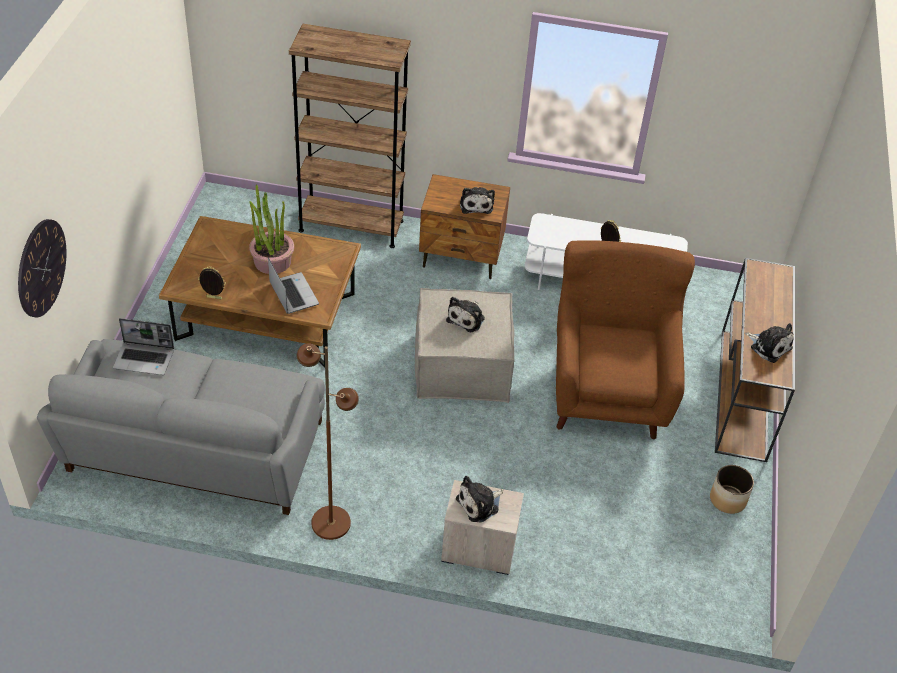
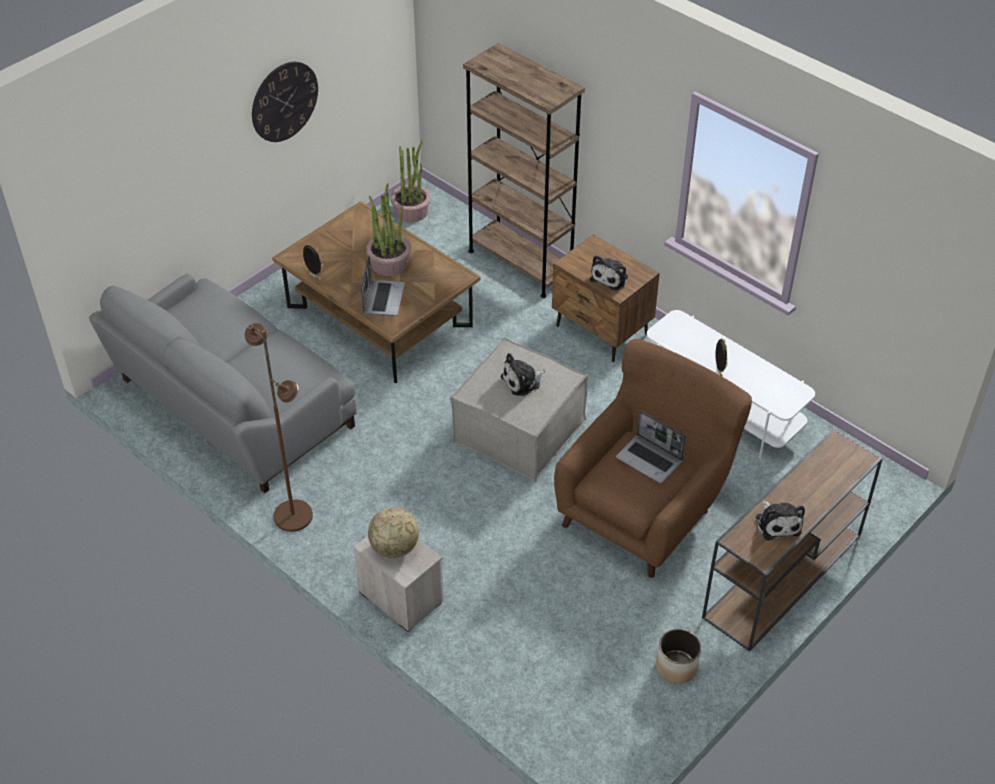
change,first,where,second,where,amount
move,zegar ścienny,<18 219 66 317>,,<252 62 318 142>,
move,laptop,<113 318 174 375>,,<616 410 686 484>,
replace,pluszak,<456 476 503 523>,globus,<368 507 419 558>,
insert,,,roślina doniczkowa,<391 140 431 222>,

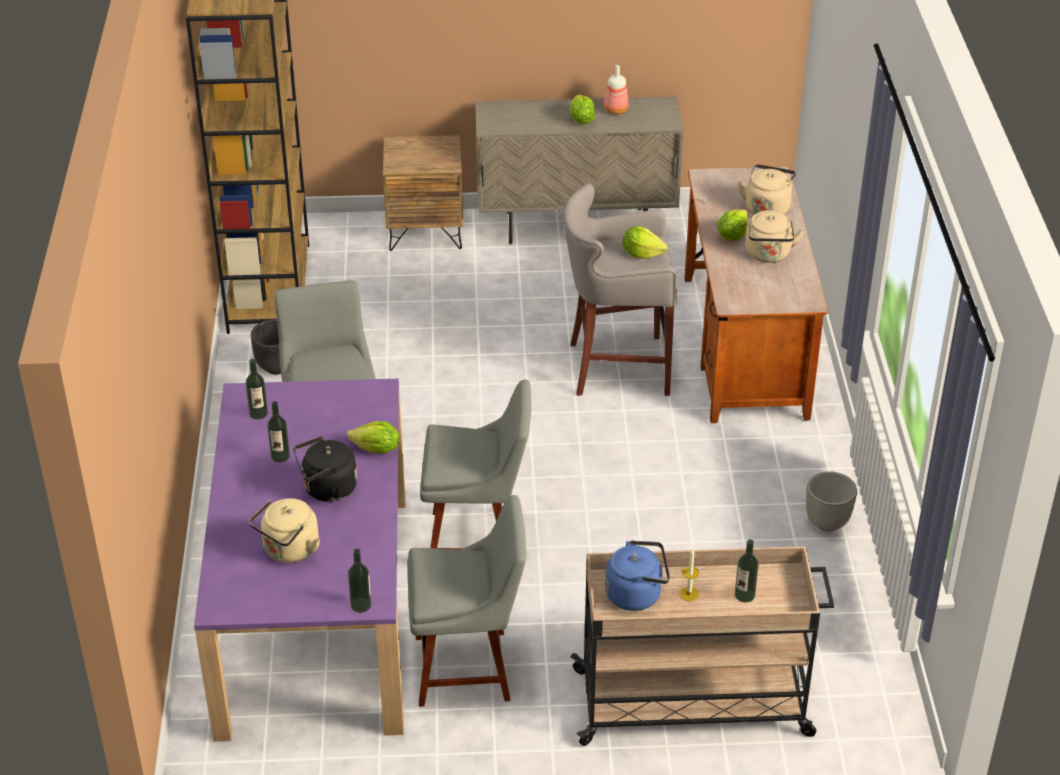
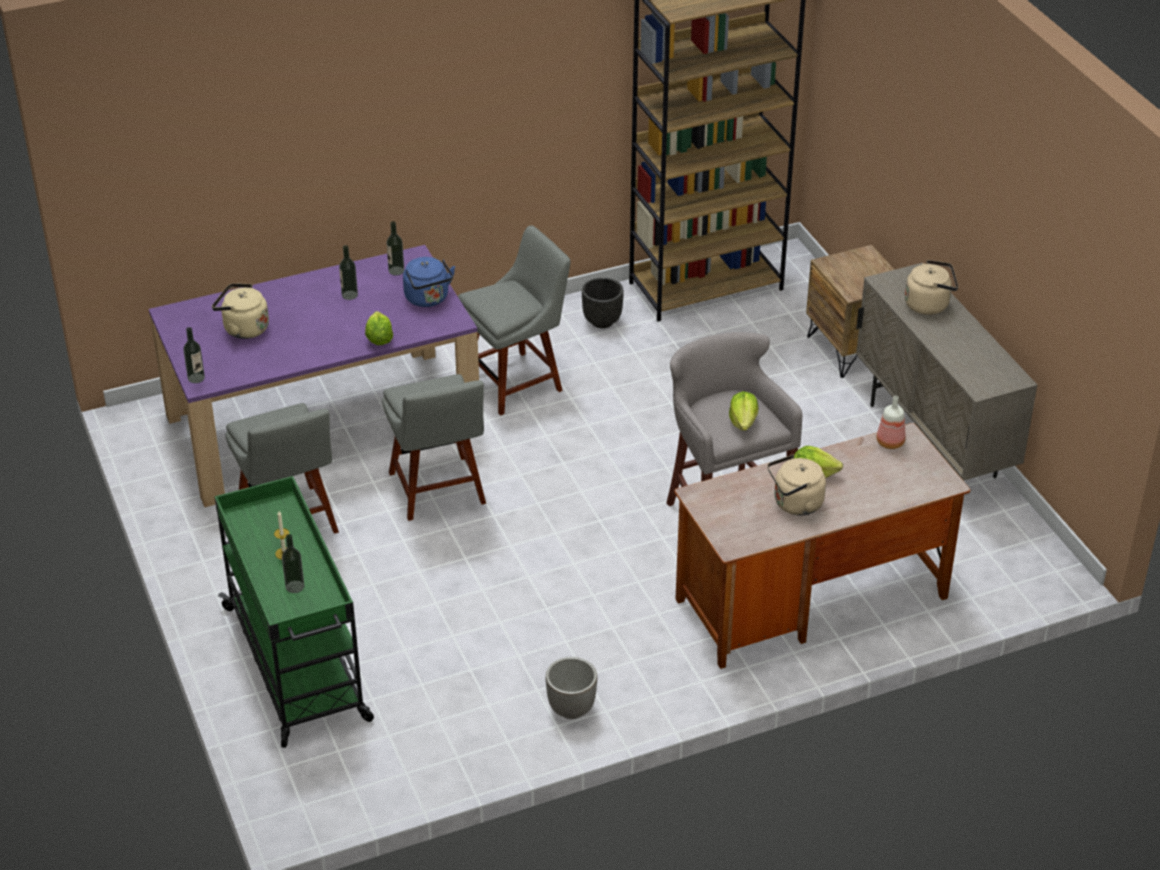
change,first,where,second,where,amount
move,butelka,<604 65 629 114>,,<877 396 906 449>,
delete,sałata,<570 94 595 124>,,,
move,czajnik/beżowy,<737 164 796 215>,,<905 260 958 315>,
delete,czajnik/czarny,<293 436 357 502>,,,
move,czajnik/niebieski,<605 540 670 611>,,<403 257 455 307>,
recolor,wózek/beżowy,<570 547 834 746>,wózek/zielony,<215 476 374 748>,

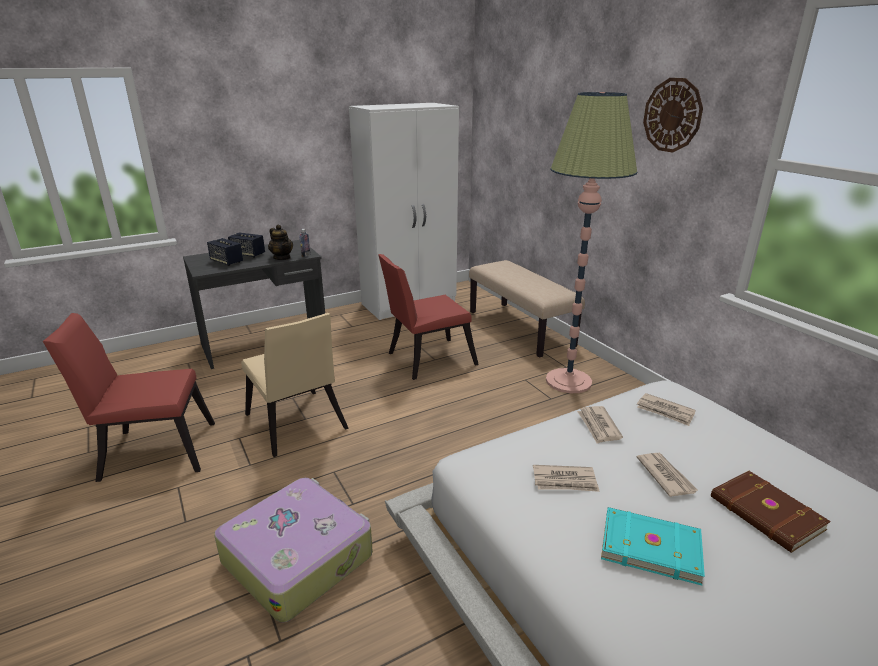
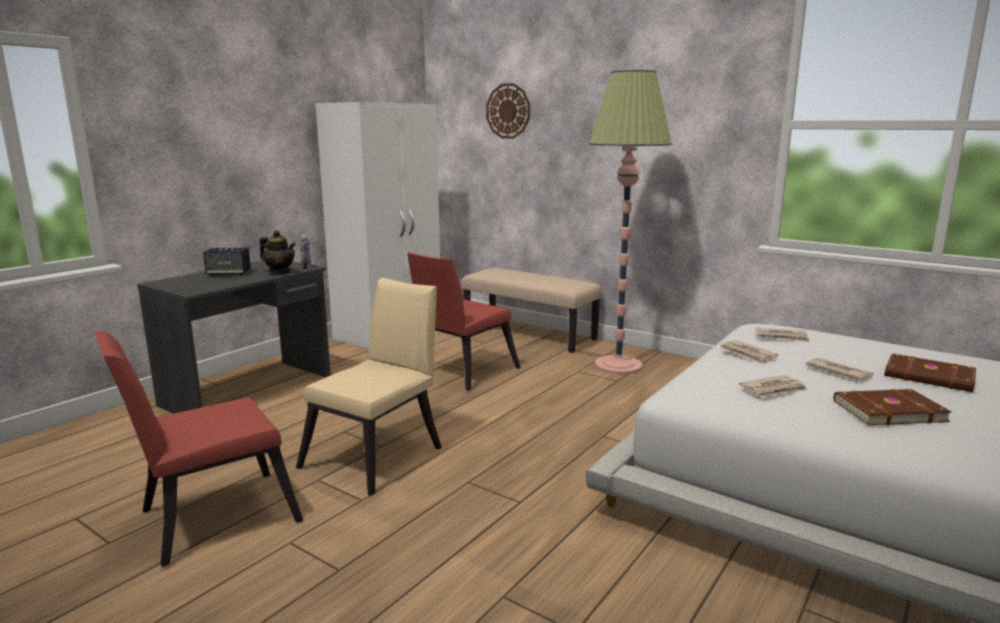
change,first,where,second,where,amount
move,zegar ścienny,<643 78 703 153>,,<486 83 530 139>,
delete,głośnik,<207 238 243 266>,,,
rotate,krzesło/beżowy,<241 313 349 457>,,<296 278 442 496>,90 degrees counterclockwise
delete,walizka,<214 478 373 623>,,,
recolor,książka/turkusowy,<601 507 705 586>,książka/brązowy,<834 389 952 425>,

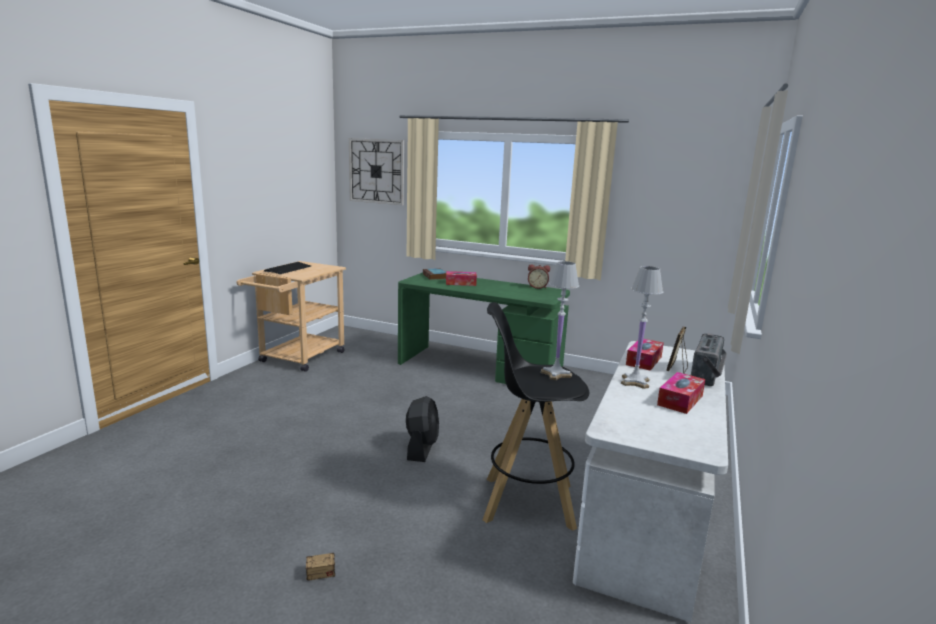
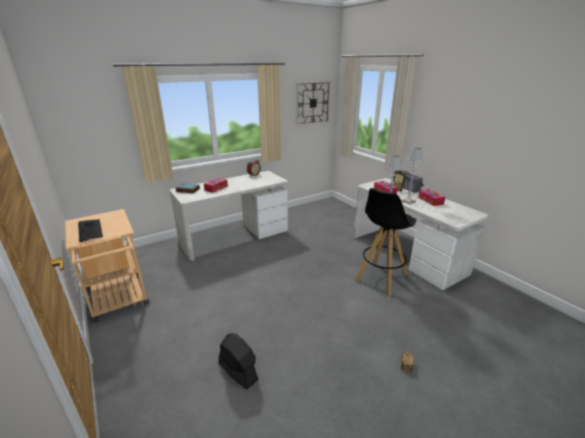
change,first,where,second,where,amount
move,zegar ścienny,<349 138 404 205>,,<296 81 331 126>,
recolor,biurko/zielony,<398 272 570 384>,biurko/biały,<170 171 288 261>,
move,wentylator/czarny,<406 396 439 462>,,<219 333 259 390>,

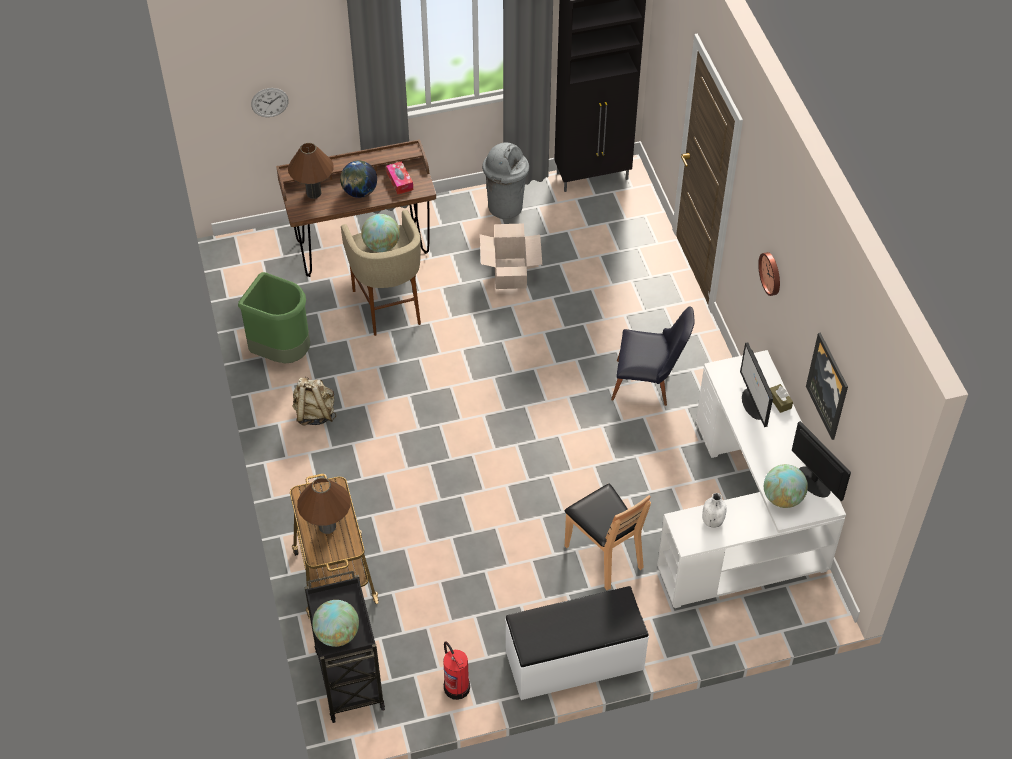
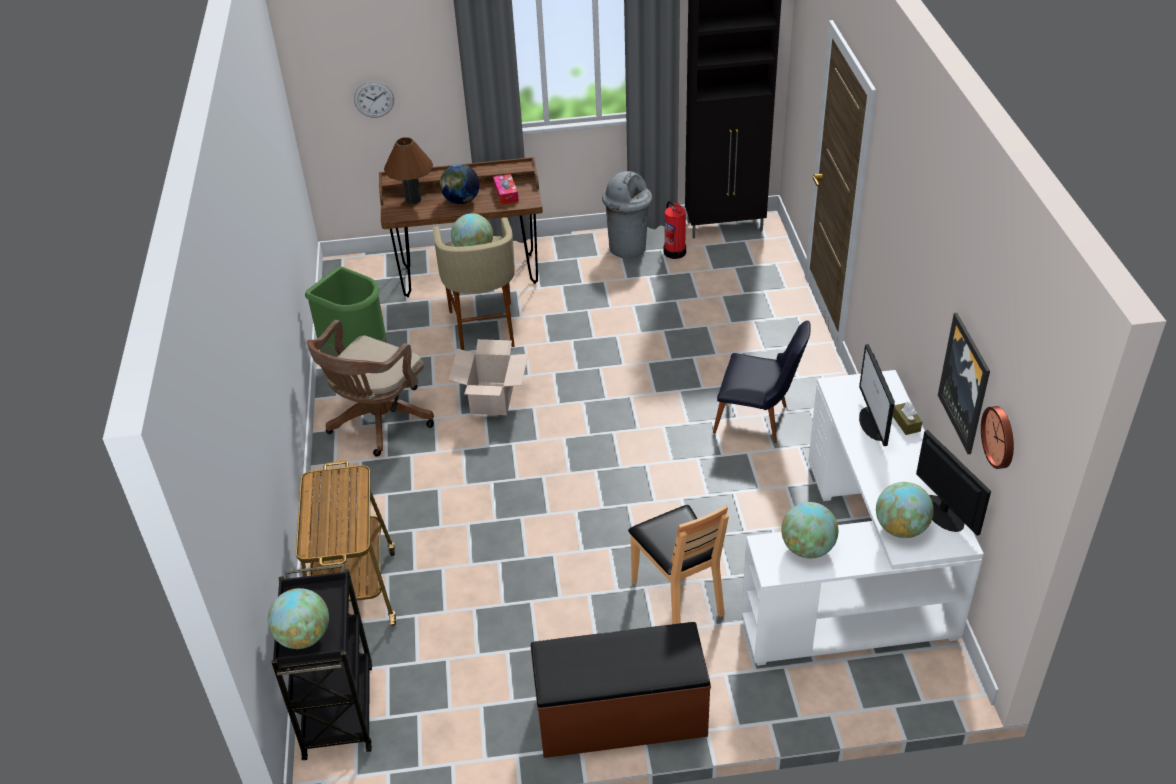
change,first,where,second,where,amount
move,karton,<480 223 542 289>,,<449 339 528 415>,
move,zegar ścienny,<758 252 780 296>,,<981 406 1014 469>,
replace,plecak/beżowy,<293 377 336 426>,krzesło biurowe/brązowy,<307 320 434 457>,
delete,lampa stołowa/brązowy,<297 478 351 534>,,,
replace,butelka/biały,<702 493 727 528>,globus,<781 502 838 559>,
recolor,ławka/biały,<505 586 649 700>,ławka/brązowy,<531 622 711 758>,
move,gaśnica,<443 641 470 700>,,<664 201 686 259>,

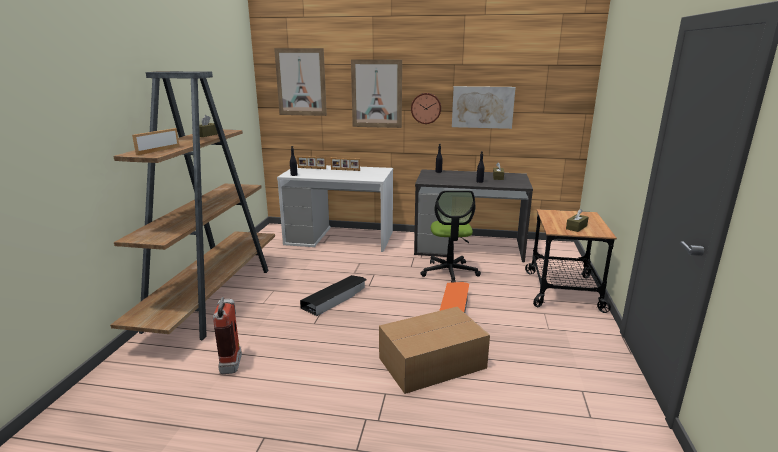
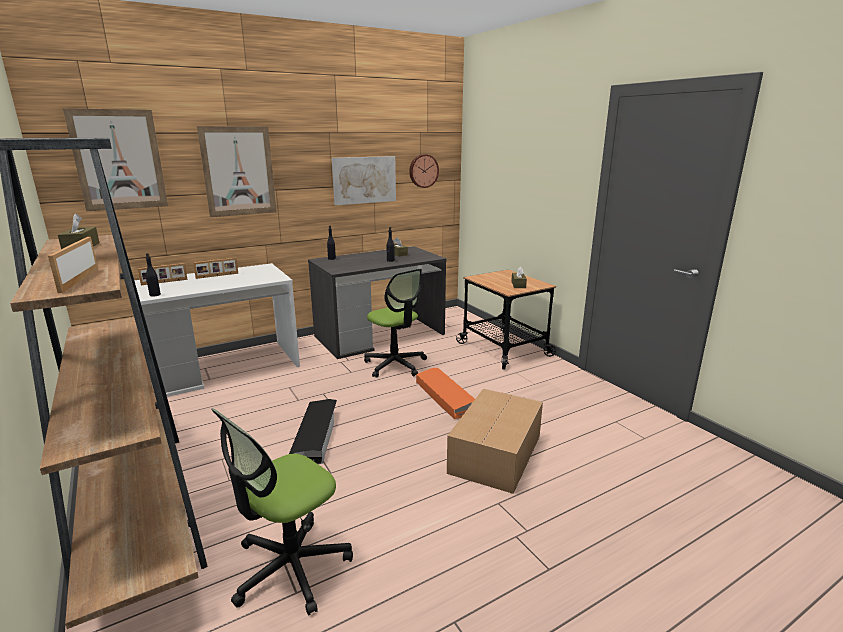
change,first,where,second,where,amount
move,zegar ścienny,<411 93 441 124>,,<409 154 439 188>,
replace,gaśnica,<213 297 242 374>,krzesło biurowe,<211 408 353 615>,

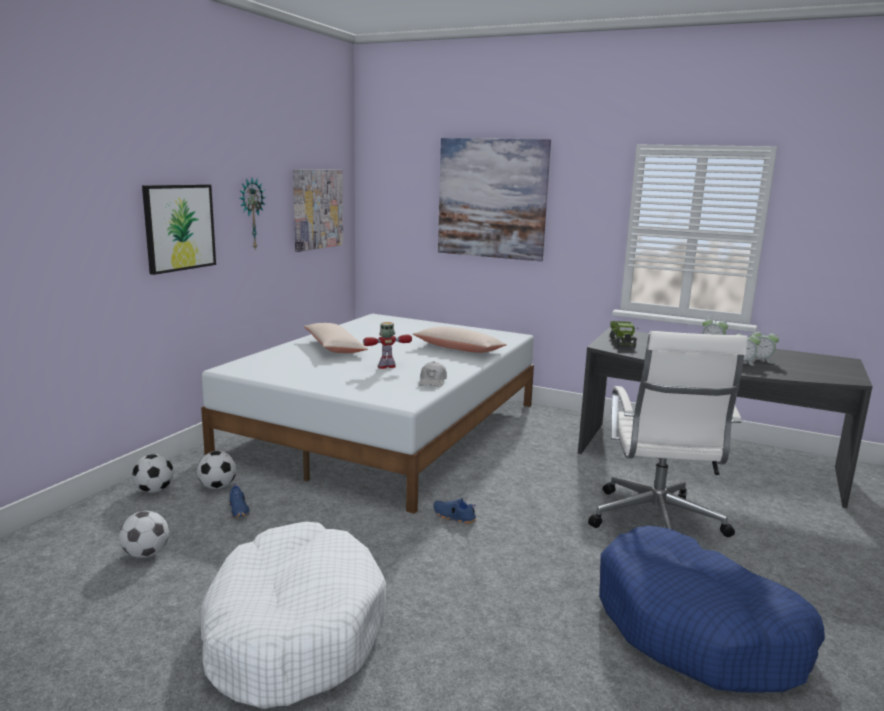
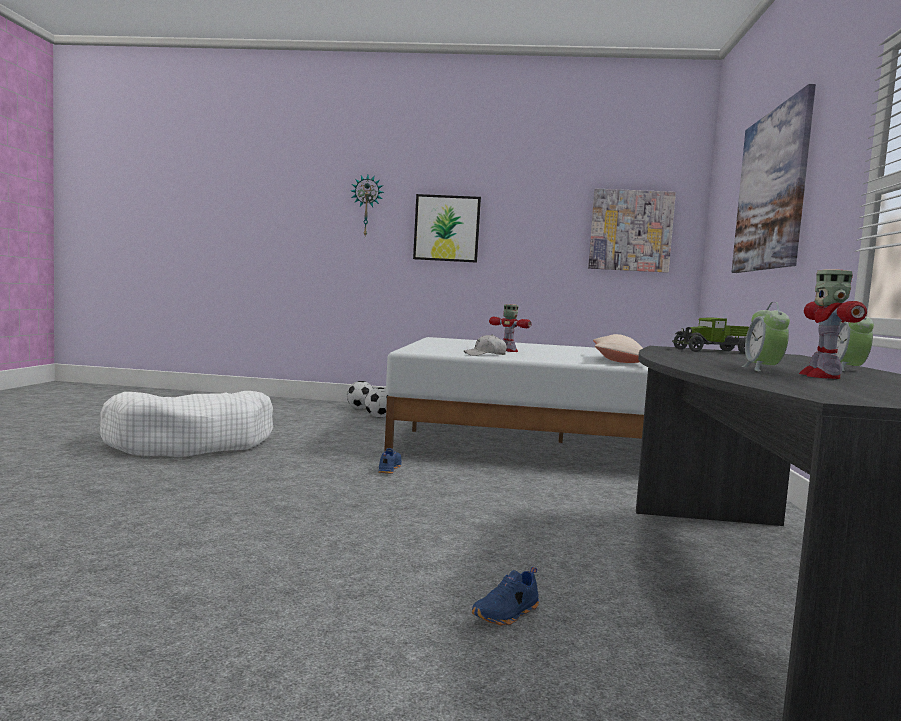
change,first,where,second,where,amount
move,zegar ścienny,<239 178 266 249>,,<351 175 384 236>,
delete,poduszka/beżowy,<304 323 368 353>,,,
replace,budzik,<750 328 779 363>,robot zabawkowy,<799 269 867 379>,
delete,krzesło biurowe/biały,<588 331 748 537>,,,
move,but/niebieski,<229 483 250 518>,,<472 567 539 625>,
delete,piłka futbolowa,<119 511 169 558>,,,
delete,legowisko/niebieski,<599 526 825 693>,,,

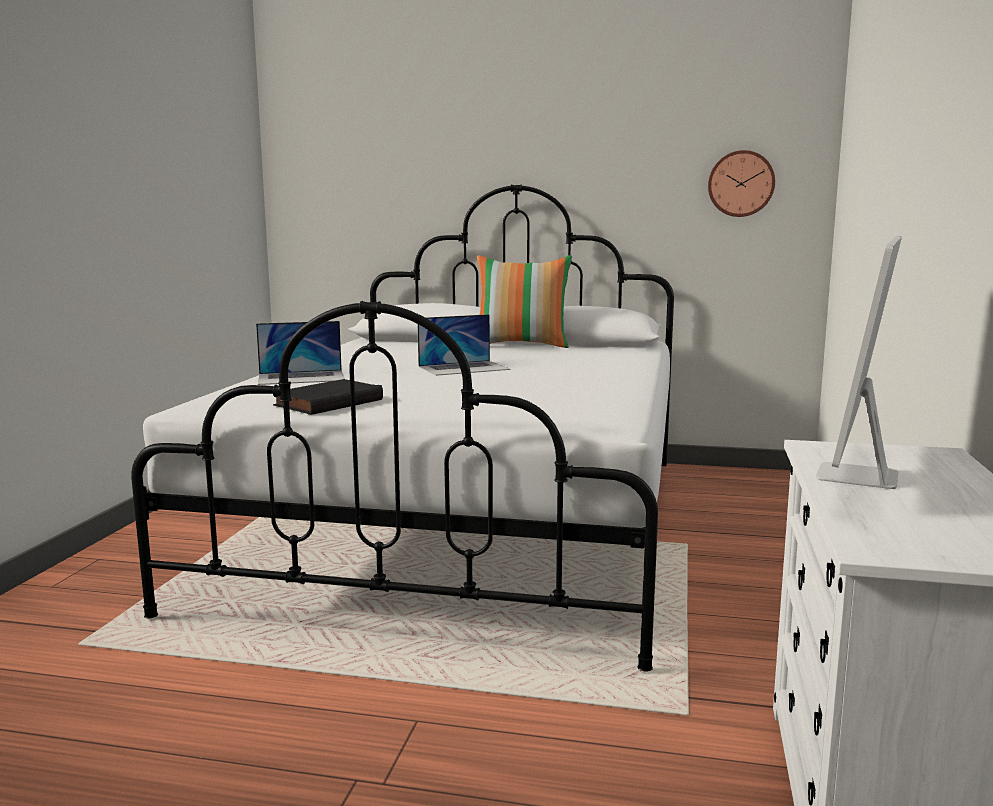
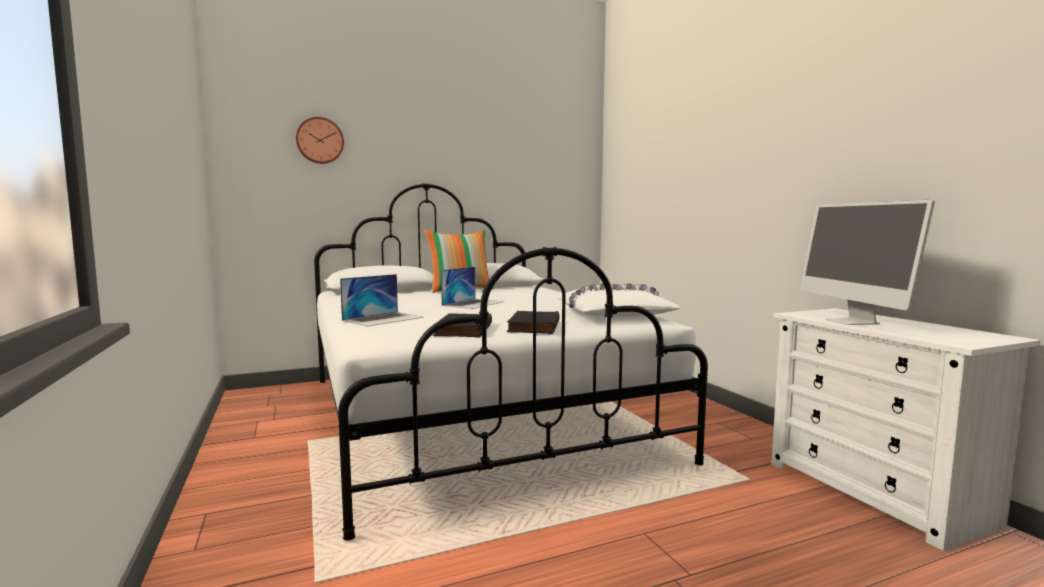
change,first,where,second,where,amount
move,zegar ścienny,<708 150 775 217>,,<296 117 344 164>,
insert,,,poduszka/biały,<558 283 680 317>,
insert,,,książka/czarny,<507 311 559 334>,

